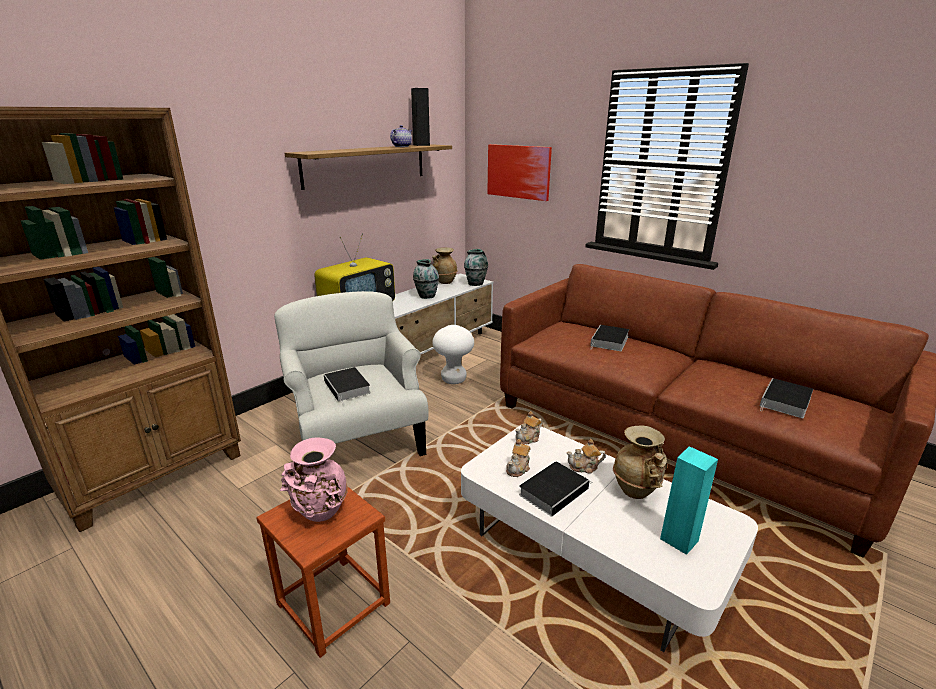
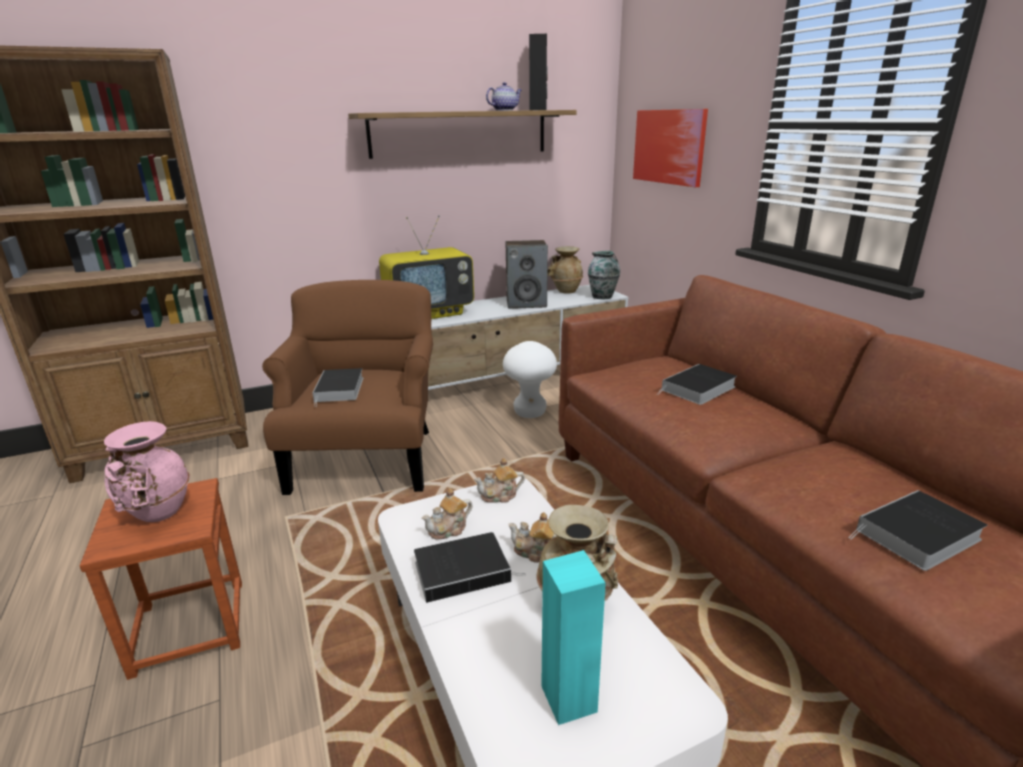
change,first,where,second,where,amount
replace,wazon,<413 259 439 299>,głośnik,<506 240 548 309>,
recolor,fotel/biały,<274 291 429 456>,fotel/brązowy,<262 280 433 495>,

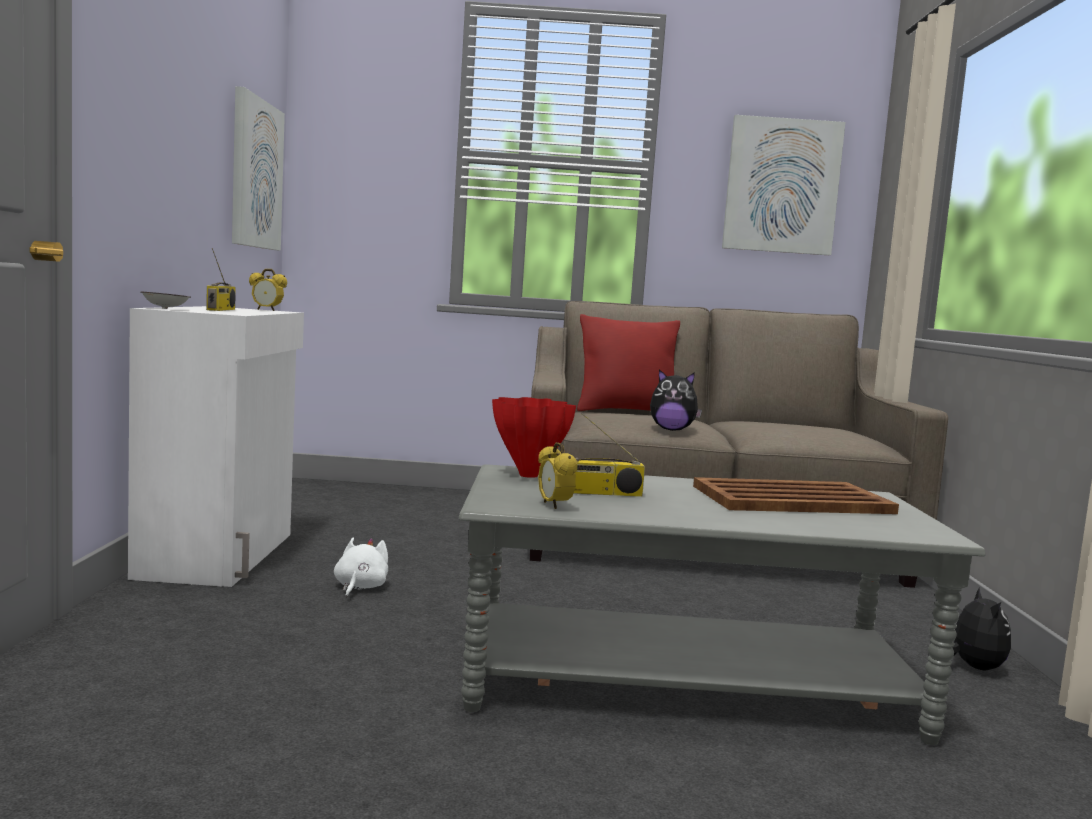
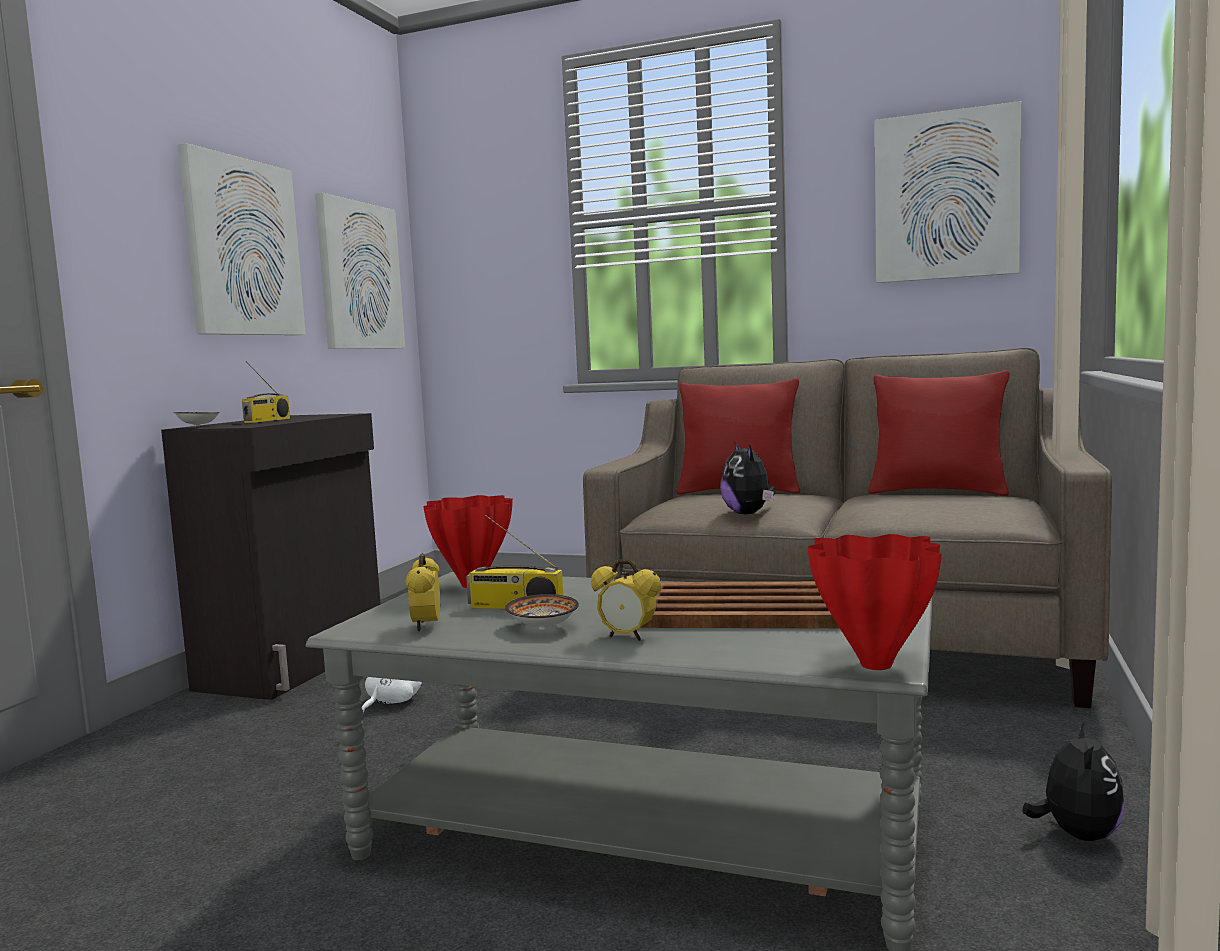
change,first,where,second,where,amount
move,budzik,<249 269 287 311>,,<591 559 661 641>,
recolor,szafka/biały,<128 306 304 587>,szafka/czarny,<161 413 381 700>,
rotate,pluszak,<650 369 702 431>,,<720 442 776 515>,45 degrees clockwise
insert,,,obraz,<178 143 306 335>,
insert,,,poduszka/czerwony,<868 370 1010 496>,
insert,,,wazon/czerwony,<807 534 942 670>,
insert,,,miska,<505 594 579 628>,

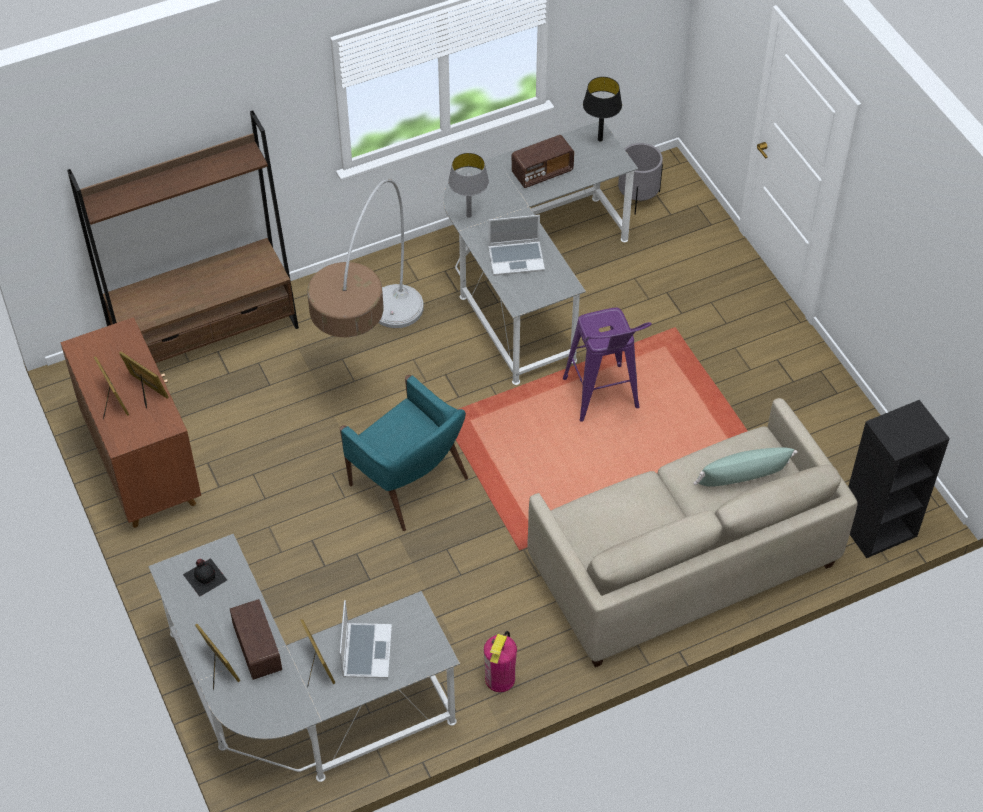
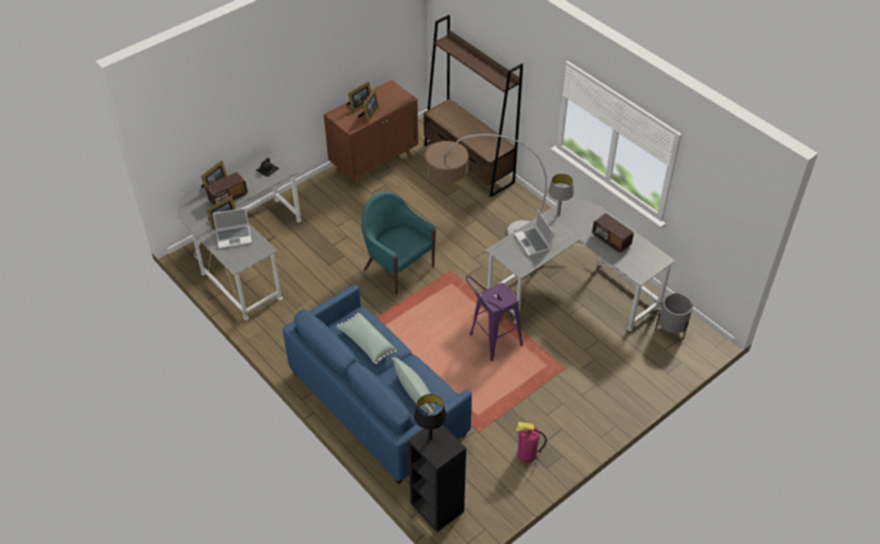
change,first,where,second,where,amount
move,lampa stołowa/czarny,<583 77 622 141>,,<414 394 447 440>,
rotate,fotel/turkusowy,<340 375 468 531>,,<361 192 436 295>,105 degrees clockwise
recolor,kanapa/beżowy,<527 398 858 667>,kanapa/niebieski,<282 284 472 485>,
move,gaśnica,<484 631 517 692>,,<516 422 547 462>,
insert,,,poduszka/zielony,<336 313 397 364>,

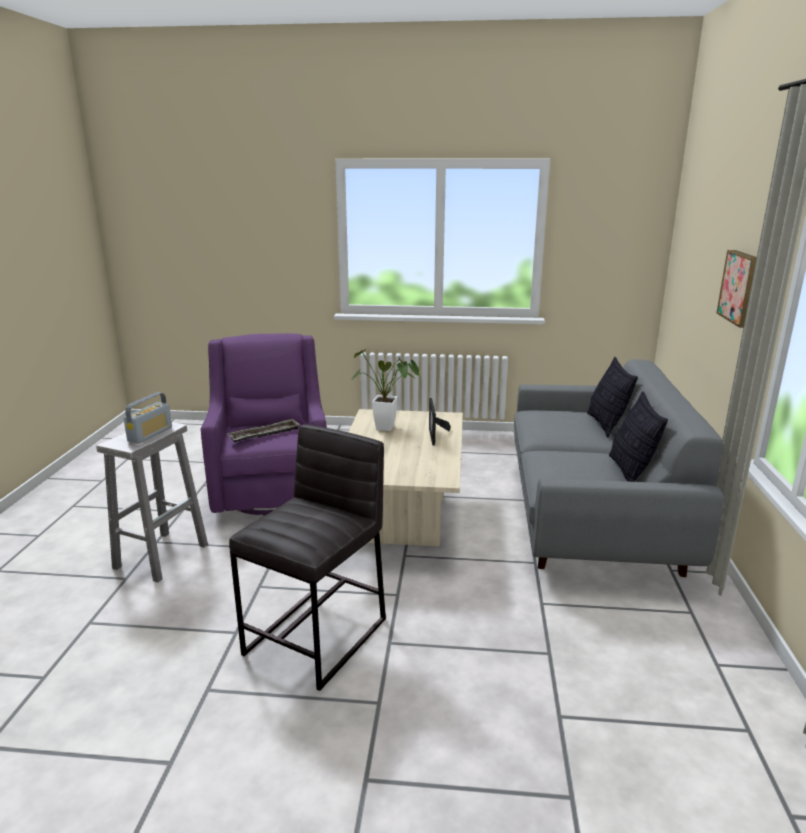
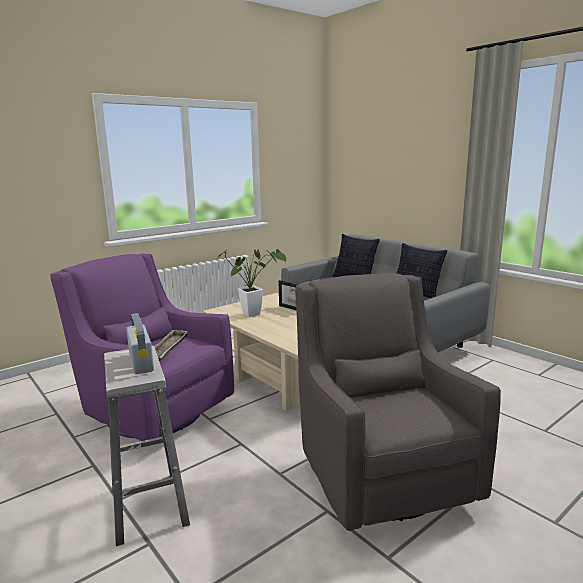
change,first,where,second,where,amount
delete,obraz,<716 250 757 328>,,,
replace,stołek/szary,<229 424 386 691>,fotel/szary,<295 273 501 531>,

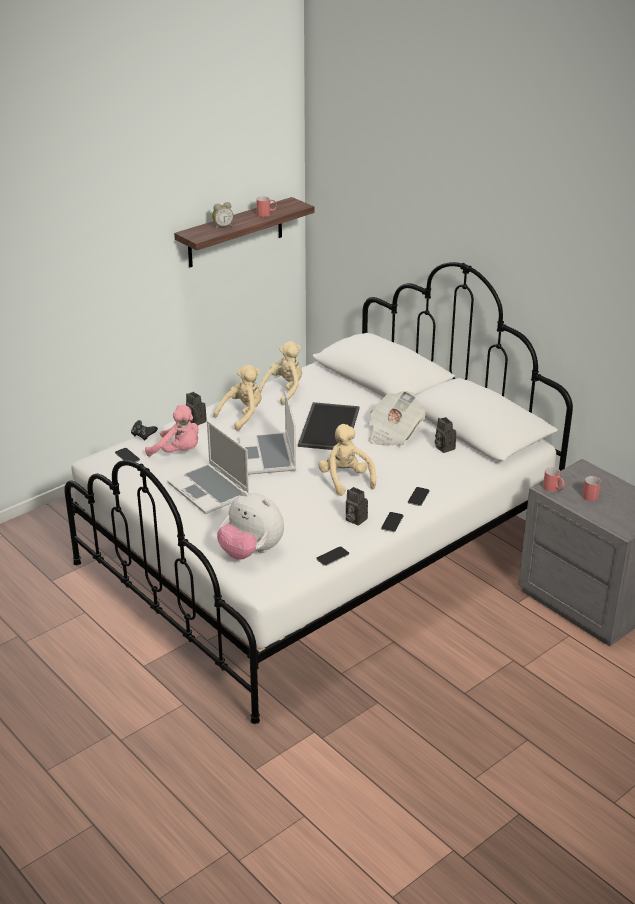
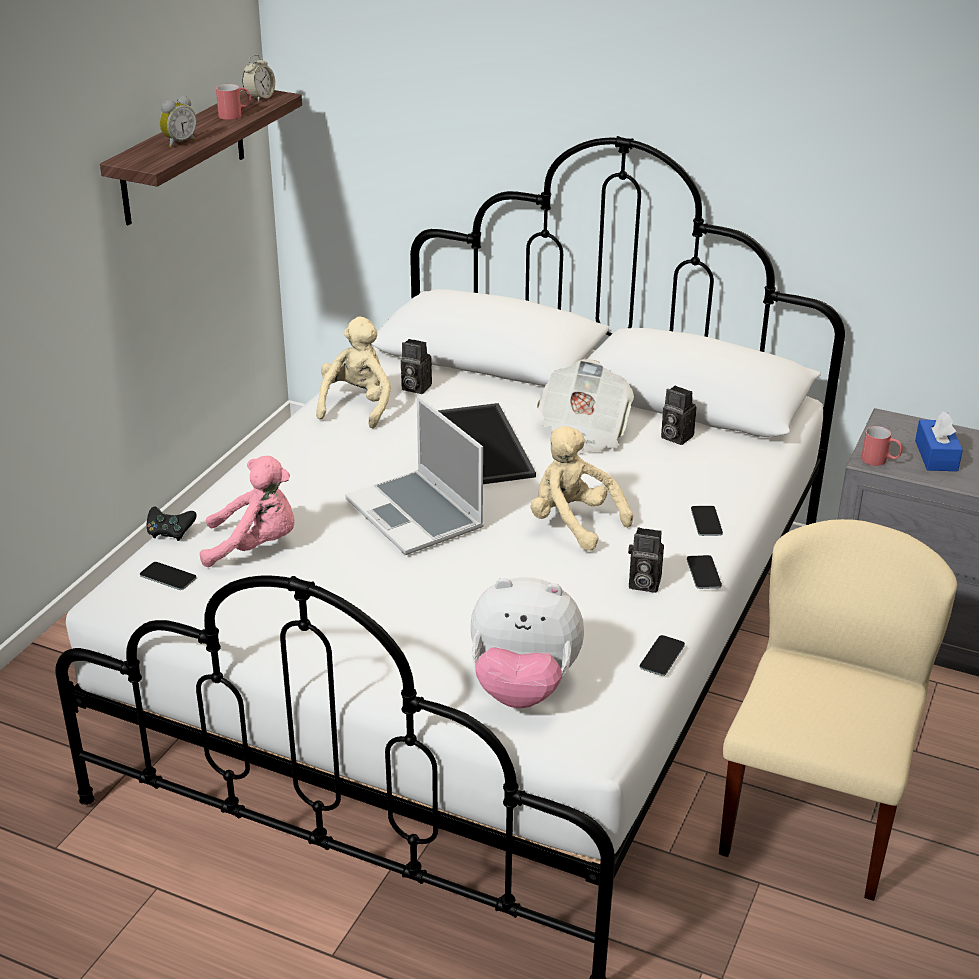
change,first,where,second,where,amount
delete,pluszak/beżowy,<213 365 262 431>,,,
move,aparat fotograficzny,<186 392 207 426>,,<401 339 432 394>,
delete,laptop,<167 421 249 514>,,,
replace,kubek/czerwony,<583 476 601 501>,pudełko chusteczek/niebieski,<915 411 963 471>,
insert,,,budzik,<242 55 275 101>,
insert,,,krzesło/beżowy,<719 519 957 901>,

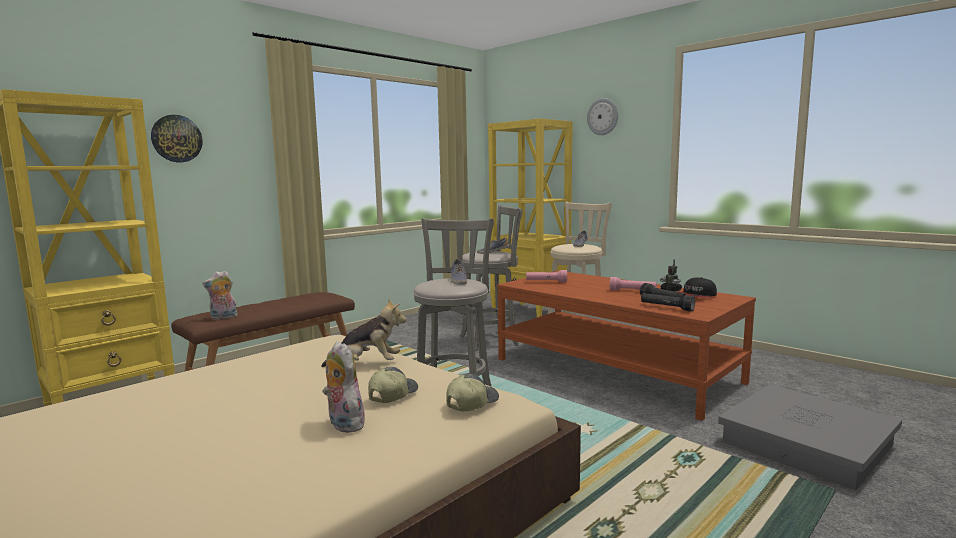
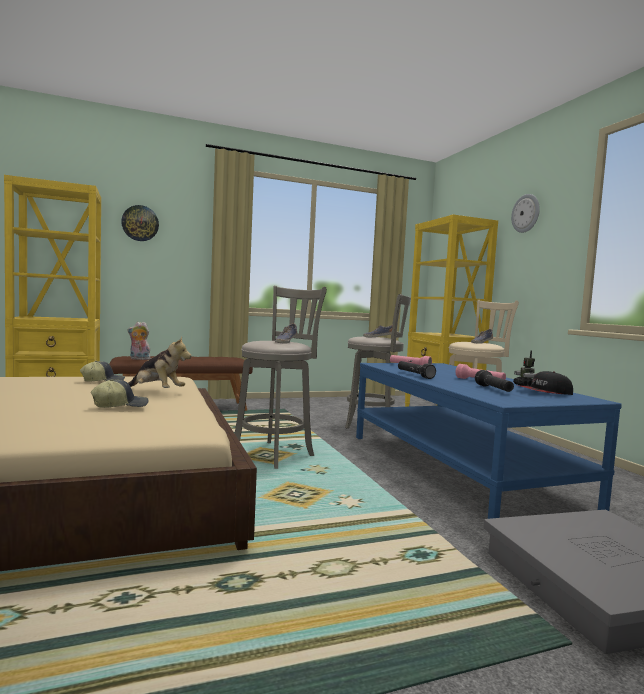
change,first,where,second,where,amount
recolor,ława/brązowy,<497 271 756 421>,ława/niebieski,<356 363 622 519>,
move,latarka/czarny,<641 293 695 312>,,<398 361 436 379>,
delete,pluszak,<323 341 365 433>,,,
move,czapka z daszkiem,<446 374 499 412>,,<80 361 125 382>,

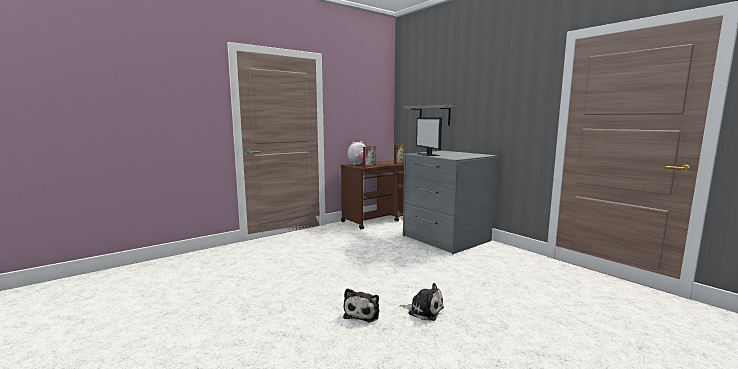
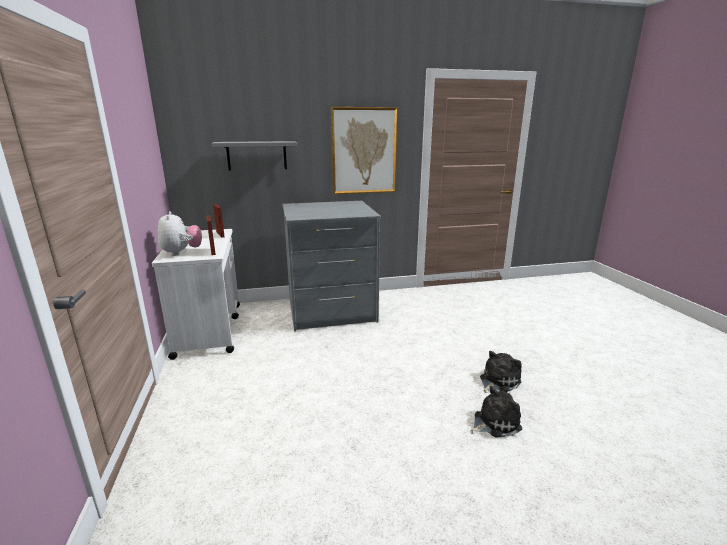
change,first,where,second,where,amount
delete,monitor,<416 117 442 156>,,,
recolor,wózek/brązowy,<340 160 404 229>,wózek/biały,<152 229 240 360>,
rotate,pluszak,<343 288 380 322>,,<470 386 522 438>,60 degrees counterclockwise
insert,,,obraz,<331 107 398 194>,

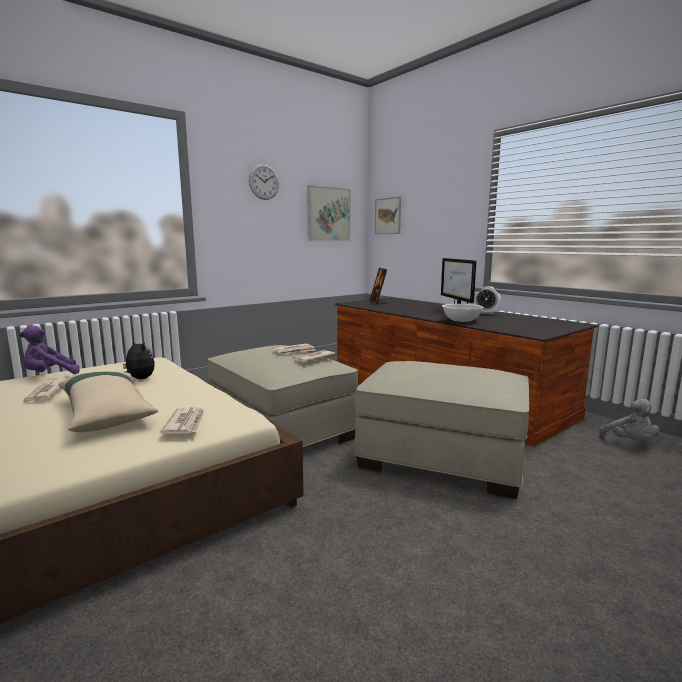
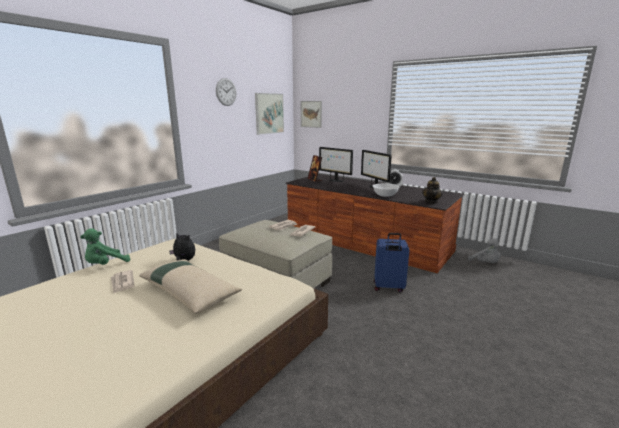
change,first,where,second,where,amount
recolor,pluszak/fioletowy,<19 325 80 374>,pluszak/zielony,<80 228 130 265>,
replace,pufa/beżowy,<354 361 529 499>,walizka/niebieski,<374 233 410 292>,
delete,gazeta,<160 407 205 434>,,,
insert,,,monitor,<319 147 353 182>,
insert,,,imbryk,<422 177 443 204>,

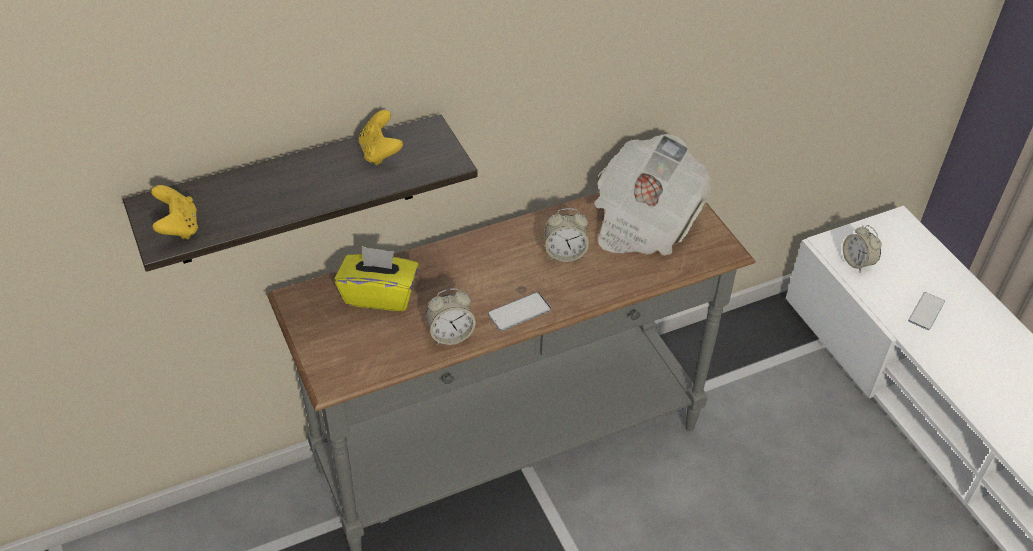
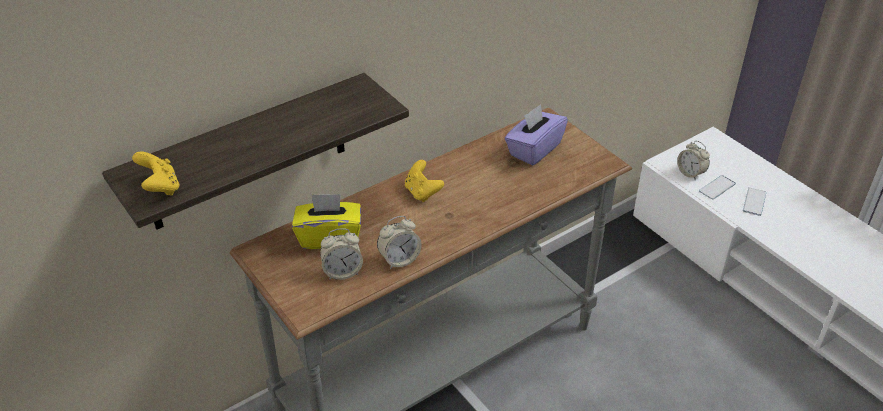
change,first,where,second,where,amount
move,pad do gier/żółty,<359 110 403 166>,,<405 160 444 202>,
replace,gazeta,<595 134 712 256>,pudełko chusteczek/fioletowy,<505 104 568 166>,
move,budzik,<545 208 589 262>,,<320 228 363 280>,
move,telefon,<488 292 551 331>,,<699 175 736 200>,

